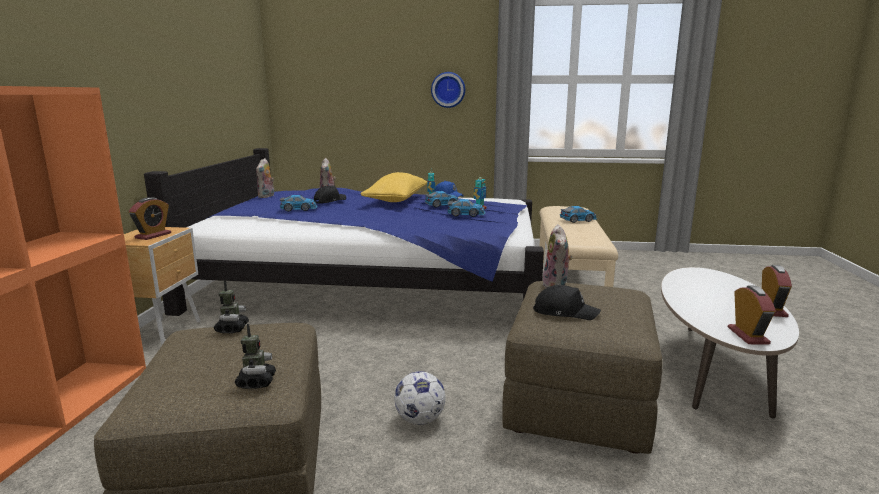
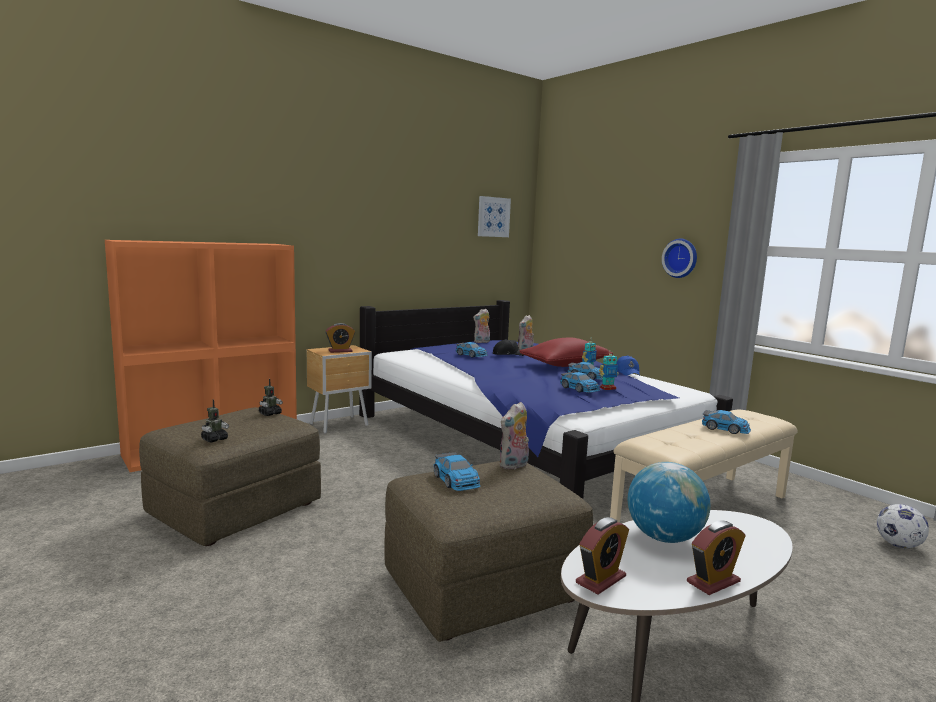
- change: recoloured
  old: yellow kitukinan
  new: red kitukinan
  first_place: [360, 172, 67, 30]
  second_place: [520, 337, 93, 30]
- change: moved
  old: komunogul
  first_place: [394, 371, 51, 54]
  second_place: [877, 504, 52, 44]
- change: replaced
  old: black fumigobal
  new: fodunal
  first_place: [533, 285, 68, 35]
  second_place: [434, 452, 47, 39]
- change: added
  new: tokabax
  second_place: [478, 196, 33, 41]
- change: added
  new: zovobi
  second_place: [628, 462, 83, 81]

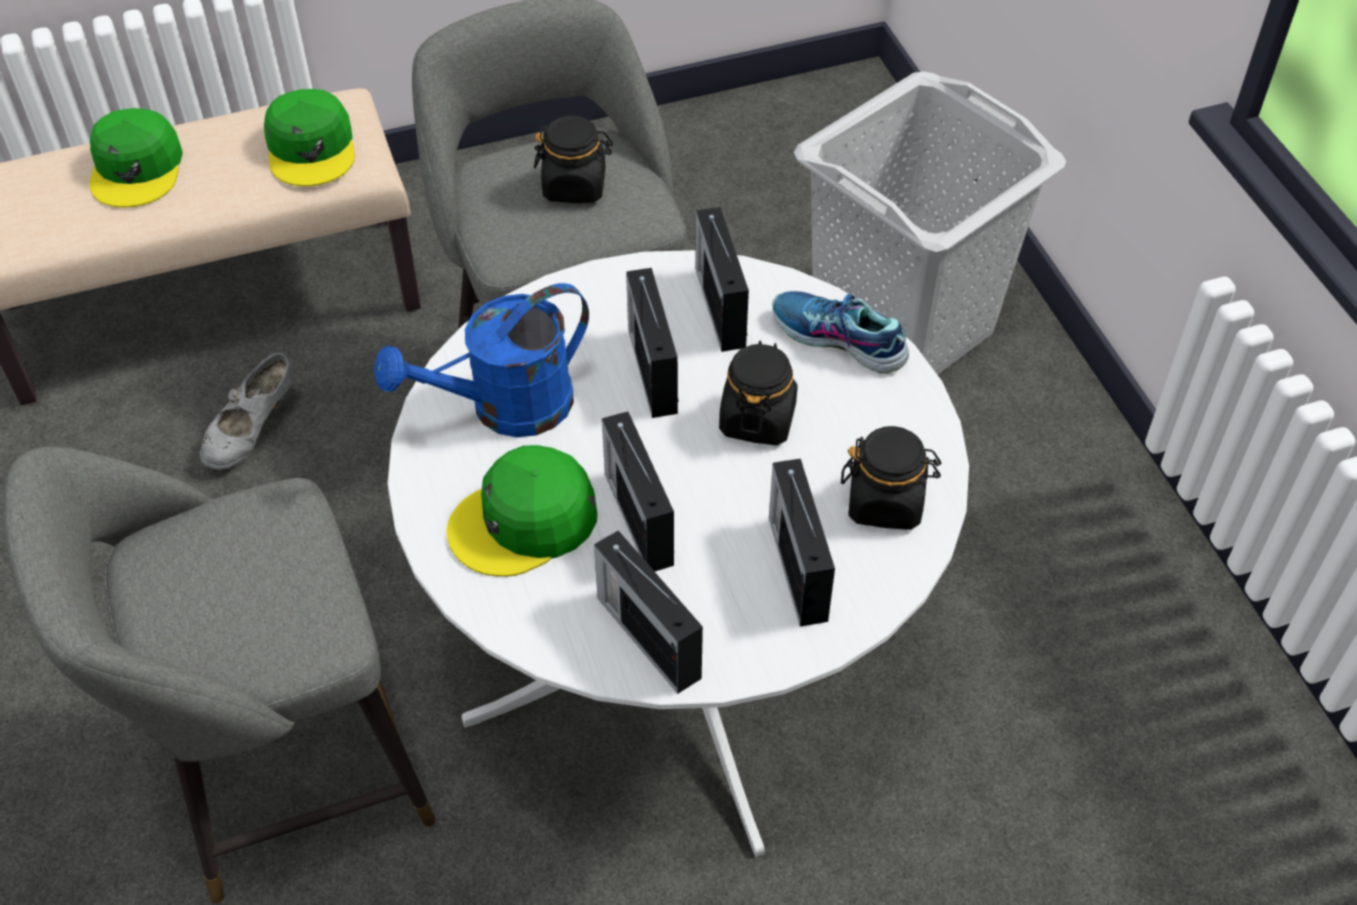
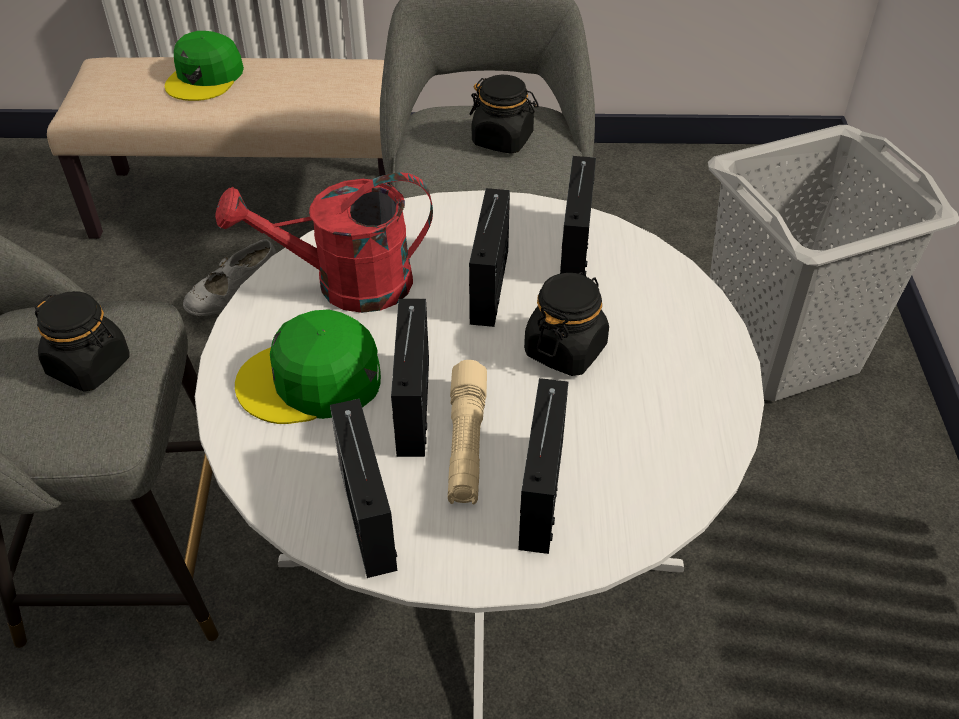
- change: removed
  old: green fumigobal
  first_place: [264, 89, 91, 97]
- change: recoloured
  old: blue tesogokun
  new: red tesogokun
  first_place: [374, 283, 215, 154]
  second_place: [215, 172, 218, 141]
- change: removed
  old: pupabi
  first_place: [772, 291, 137, 83]
- change: moved
  old: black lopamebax
  first_place: [841, 426, 100, 104]
  second_place: [35, 291, 94, 101]
- change: added
  new: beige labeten
  second_place: [448, 360, 39, 144]

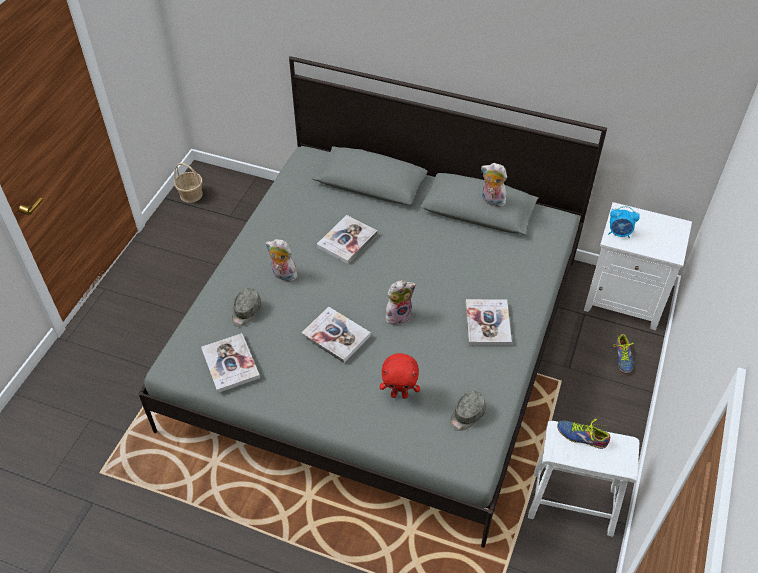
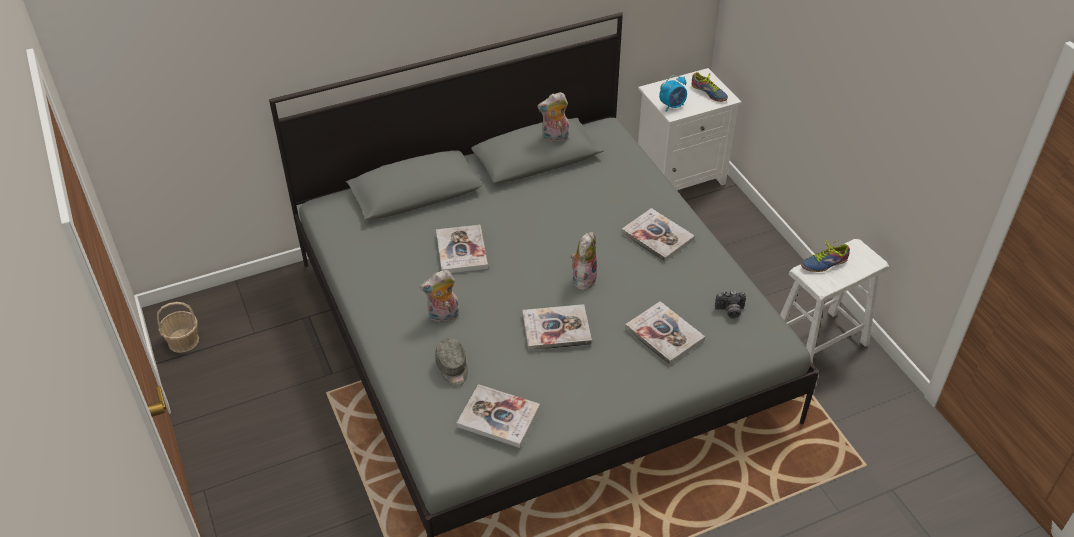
- change: replaced
  old: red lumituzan
  new: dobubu
  first_place: [379, 353, 41, 46]
  second_place: [625, 301, 80, 64]
- change: replaced
  old: grey fumigobal
  new: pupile
  first_place: [450, 391, 36, 40]
  second_place: [715, 291, 31, 28]
- change: moved
  old: pupabi
  first_place: [613, 334, 21, 39]
  second_place: [692, 72, 36, 30]

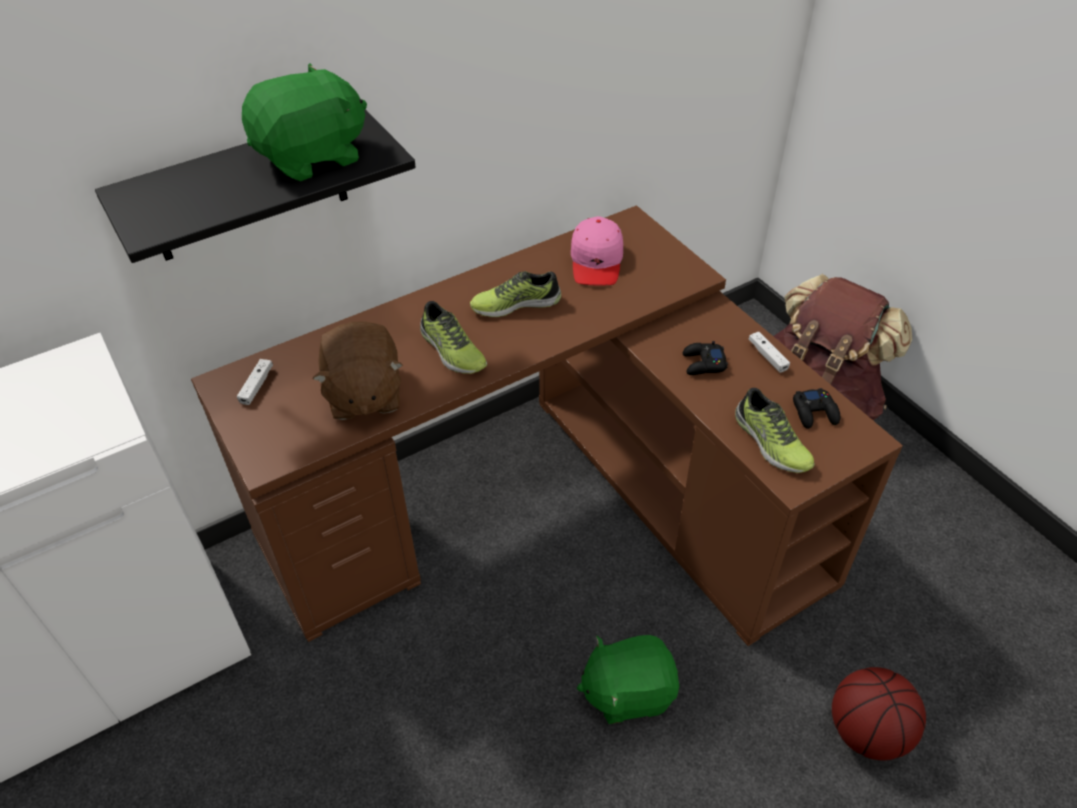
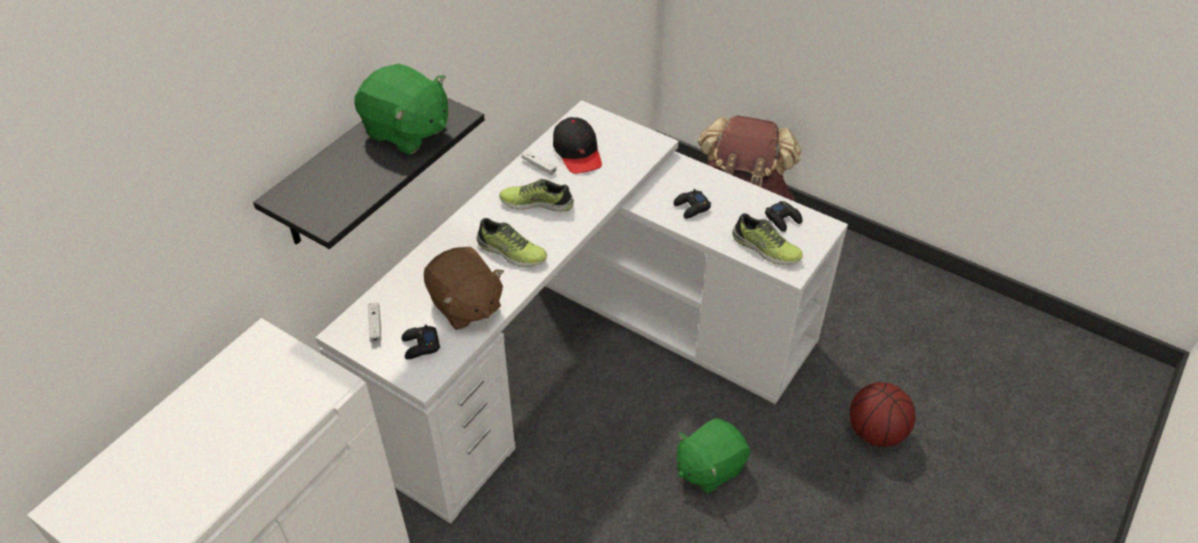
- change: recoloured
  old: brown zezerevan
  new: white zezerevan
  first_place: [191, 205, 712, 441]
  second_place: [315, 100, 533, 425]
- change: turned
  old: green lumituzan
  first_place: [242, 63, 125, 118]
  second_place: [354, 64, 94, 91]
  degrees: 90
- change: turned
  old: pupabi
  first_place: [470, 271, 91, 46]
  second_place: [499, 179, 75, 33]
  degrees: 45
- change: recoloured
  old: pink fumigobal
  new: black fumigobal
  first_place: [571, 216, 52, 70]
  second_place: [553, 117, 49, 57]
- change: moved
  old: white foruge
  first_place: [748, 332, 42, 41]
  second_place: [521, 150, 36, 25]
- change: added
  new: black foruge
  second_place: [401, 325, 39, 34]

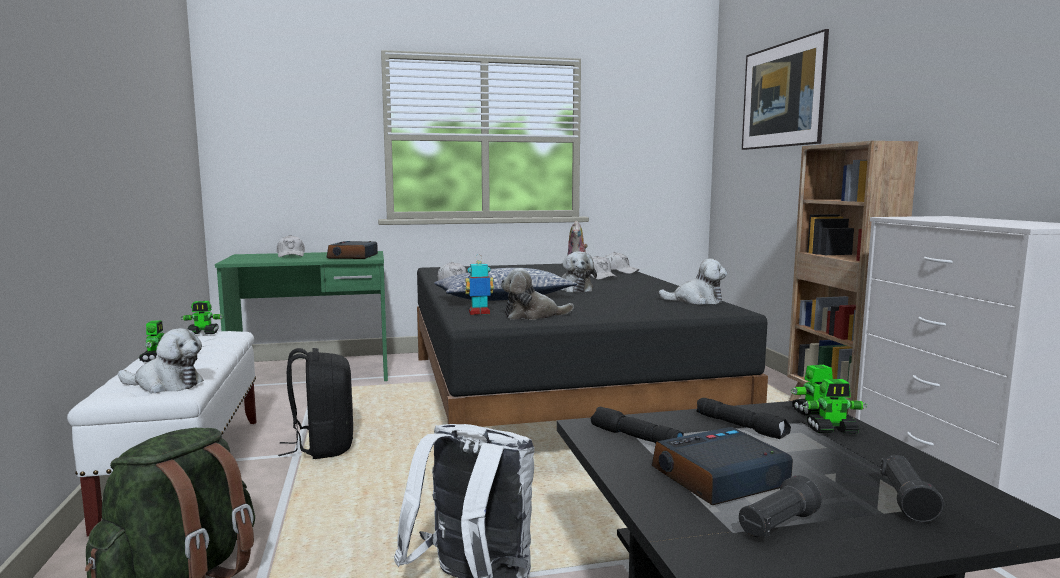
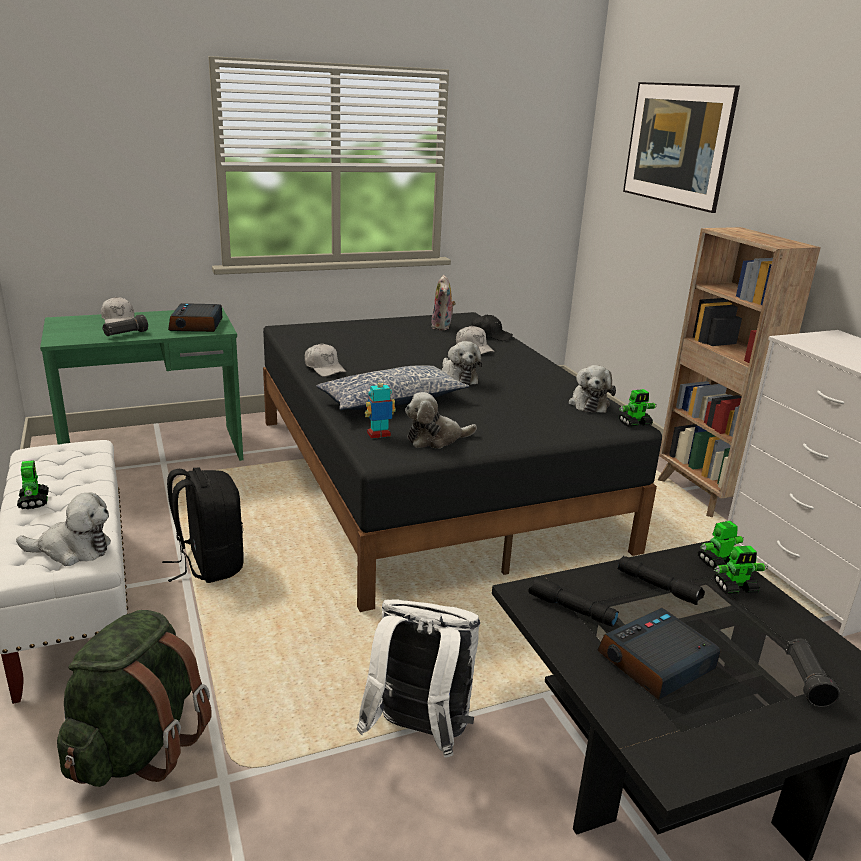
- change: moved
  old: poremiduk
  first_place: [181, 301, 43, 33]
  second_place: [619, 389, 38, 38]
- change: recoloured
  old: white fumigobal
  new: black fumigobal
  first_place: [604, 252, 35, 22]
  second_place: [471, 315, 42, 26]
- change: turned
  old: lumituzan
  first_place: [659, 259, 68, 46]
  second_place: [568, 365, 48, 48]
  degrees: 90
- change: moved
  old: black labeten
  first_place: [739, 475, 82, 62]
  second_place: [102, 314, 46, 22]

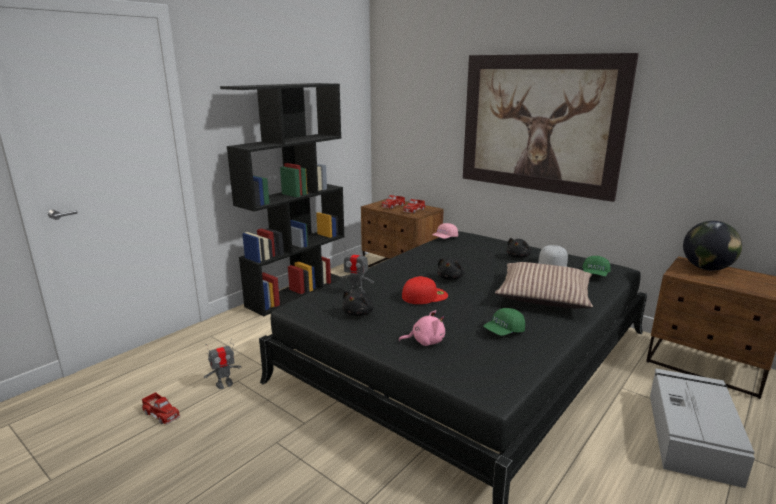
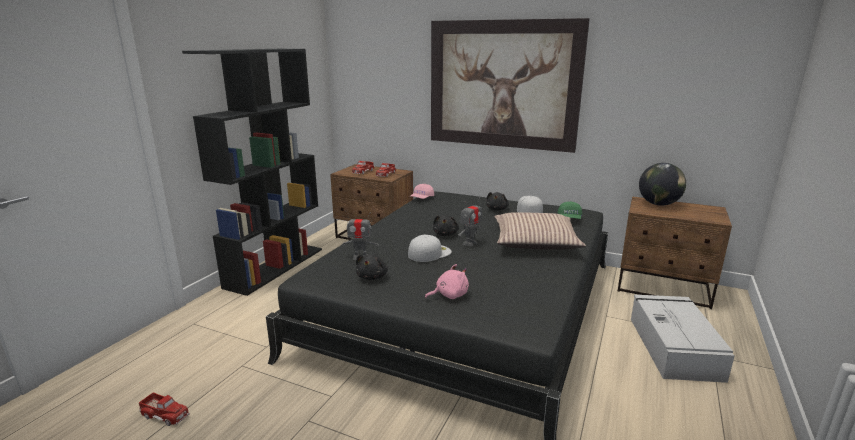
- change: moved
  old: poremiduk
  first_place: [204, 339, 38, 50]
  second_place: [458, 197, 24, 49]
- change: recoloured
  old: red fumigobal
  new: white fumigobal
  first_place: [402, 276, 46, 28]
  second_place: [408, 235, 44, 27]
- change: removed
  old: green fumigobal
  first_place: [483, 308, 42, 28]

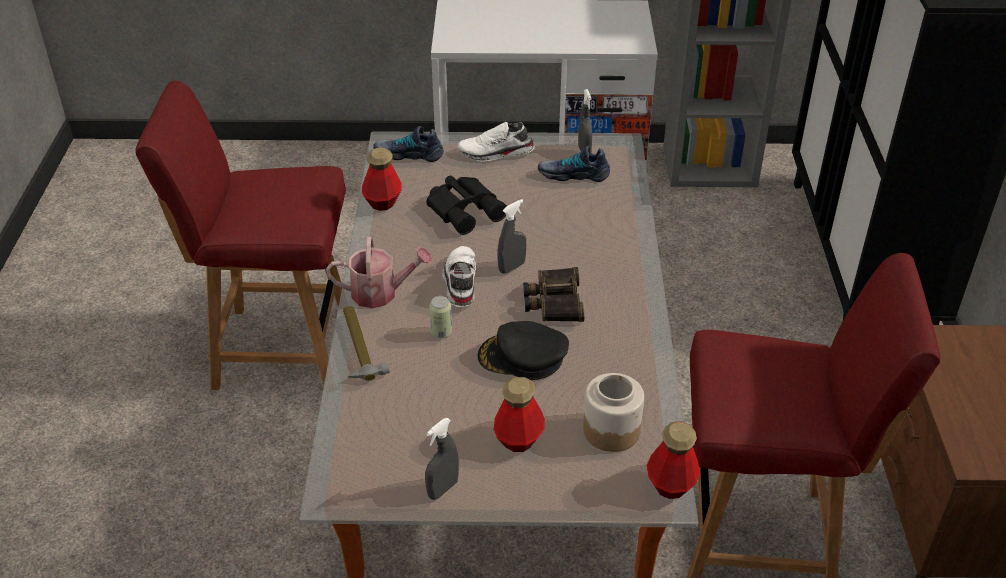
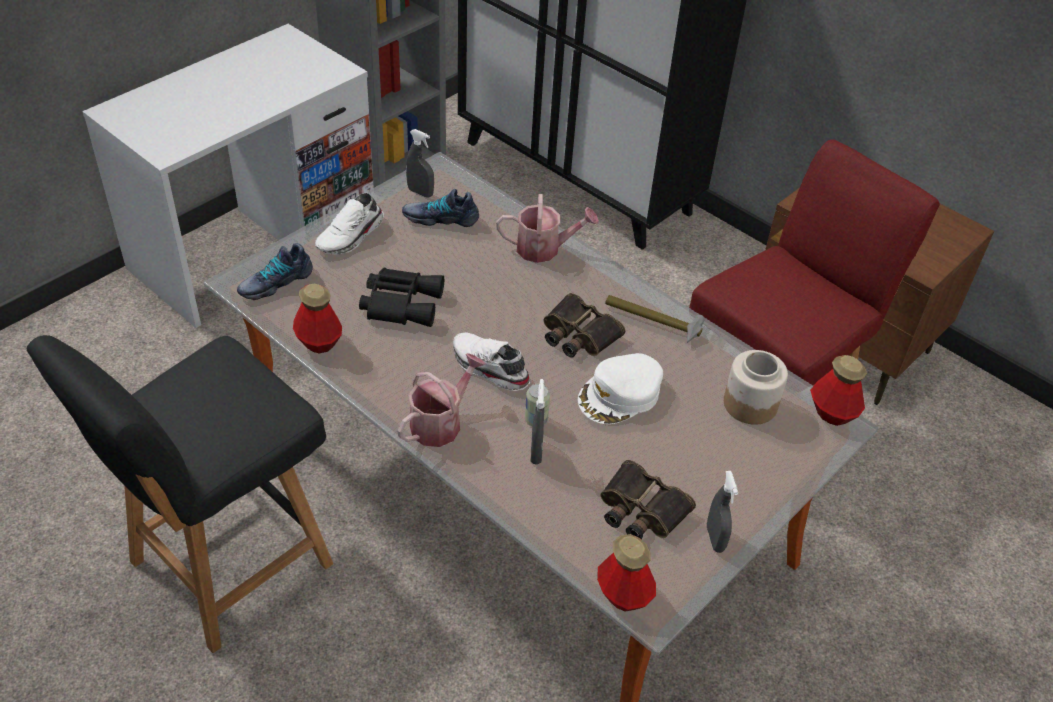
- change: recoloured
  old: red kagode
  new: black kagode
  first_place: [135, 81, 211, 309]
  second_place: [26, 335, 307, 318]
- change: moved
  old: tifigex
  first_place: [343, 306, 47, 75]
  second_place: [605, 295, 100, 48]
- change: recoloured
  old: black fumigobal
  new: white fumigobal
  first_place: [478, 321, 91, 59]
  second_place: [578, 353, 85, 71]
- change: moved
  old: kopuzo
  first_place: [494, 377, 51, 75]
  second_place: [597, 534, 59, 77]
- change: moved
  old: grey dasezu
  first_place: [497, 199, 29, 75]
  second_place: [530, 379, 15, 86]
- change: turned
  old: pupabi
  first_place: [538, 146, 72, 36]
  second_place: [402, 189, 77, 38]
  degrees: 45
- change: added
  new: tesogokun
  second_place: [496, 194, 103, 69]
- change: added
  new: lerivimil
  second_place: [600, 460, 96, 79]

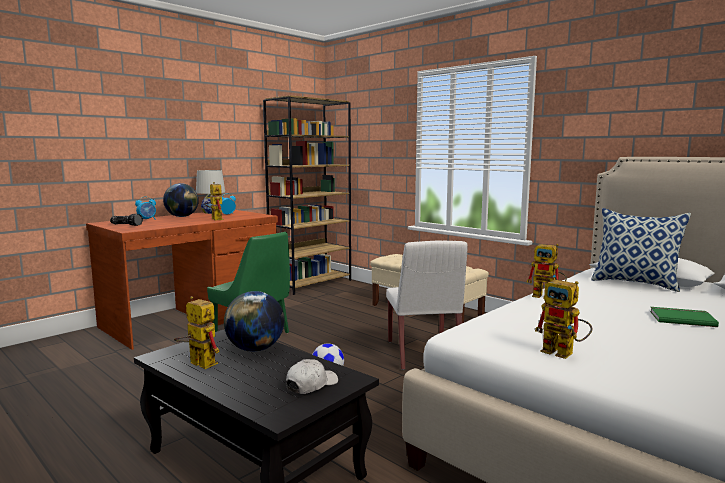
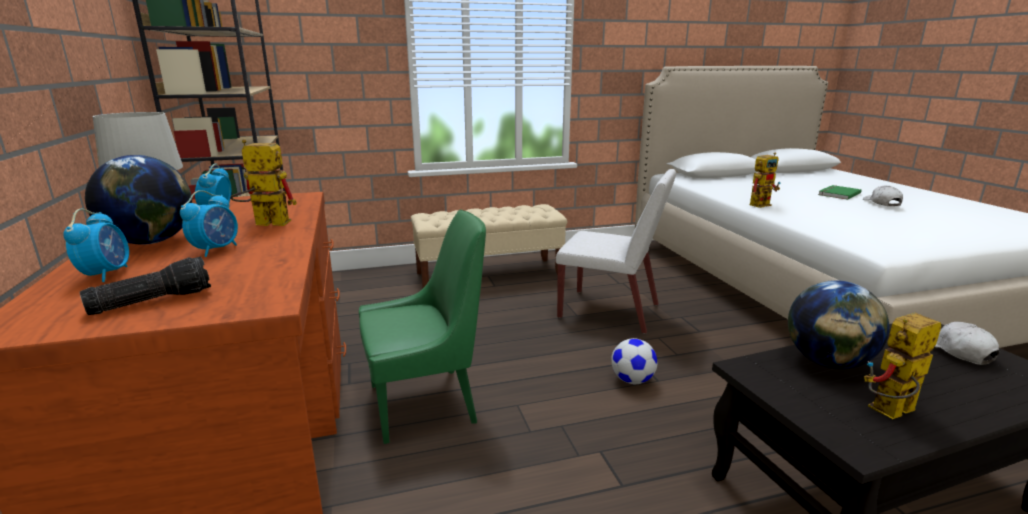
- change: removed
  old: poremiduk
  first_place: [535, 280, 57, 79]
- change: removed
  old: kitukinan
  first_place: [591, 208, 100, 84]
- change: added
  new: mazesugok
  second_place: [180, 190, 58, 67]
- change: added
  new: white fumigobal
  second_place: [863, 185, 40, 21]

